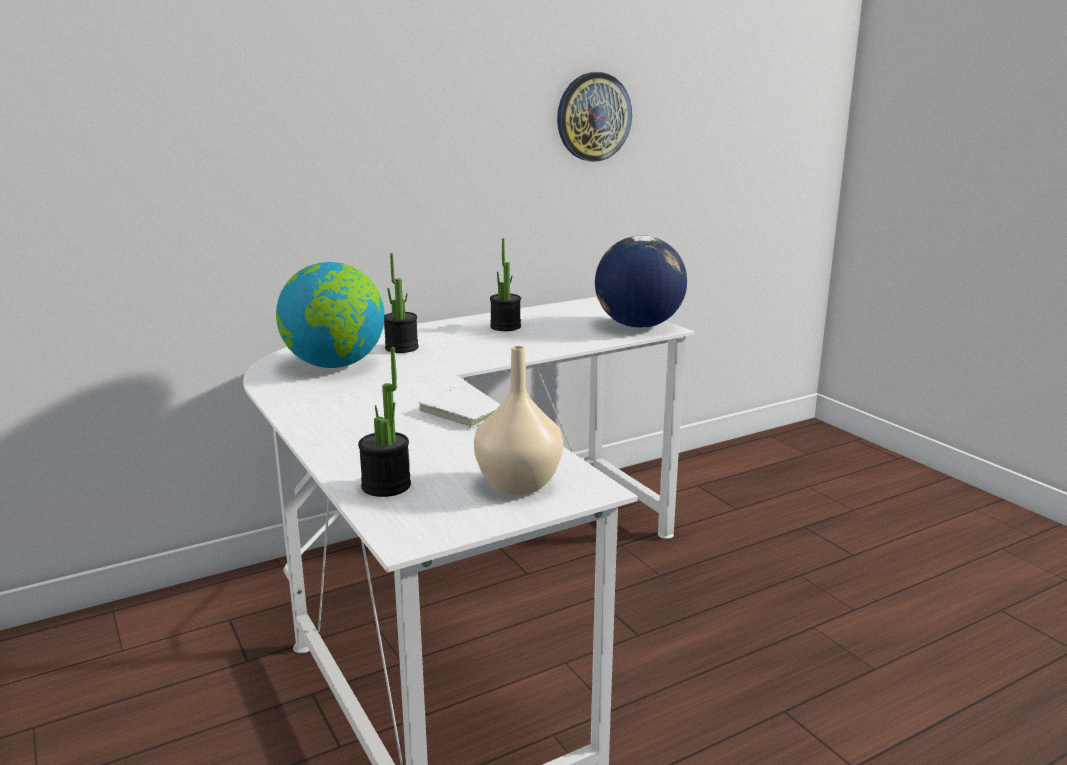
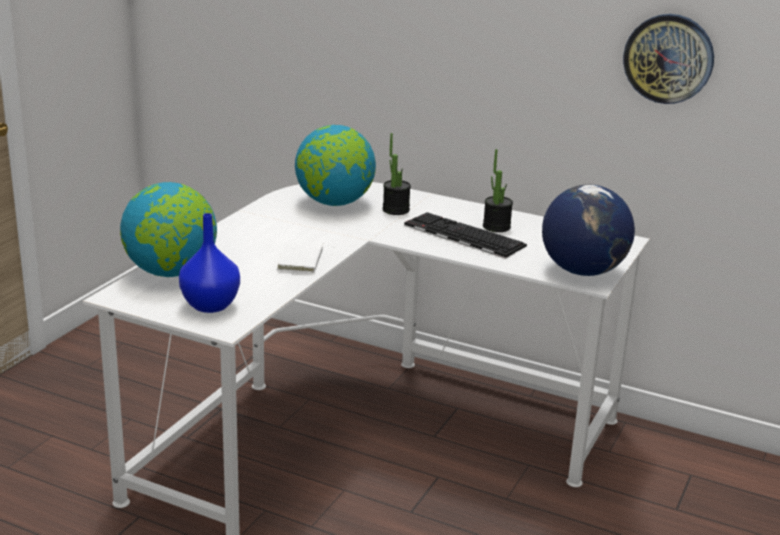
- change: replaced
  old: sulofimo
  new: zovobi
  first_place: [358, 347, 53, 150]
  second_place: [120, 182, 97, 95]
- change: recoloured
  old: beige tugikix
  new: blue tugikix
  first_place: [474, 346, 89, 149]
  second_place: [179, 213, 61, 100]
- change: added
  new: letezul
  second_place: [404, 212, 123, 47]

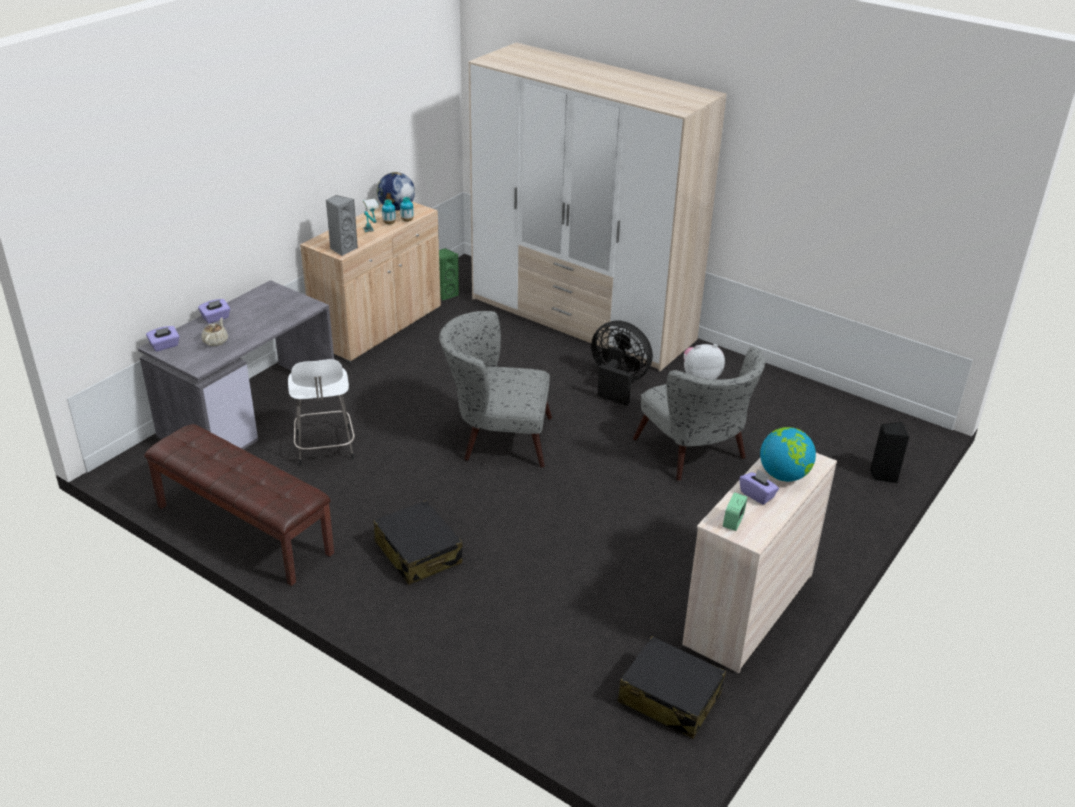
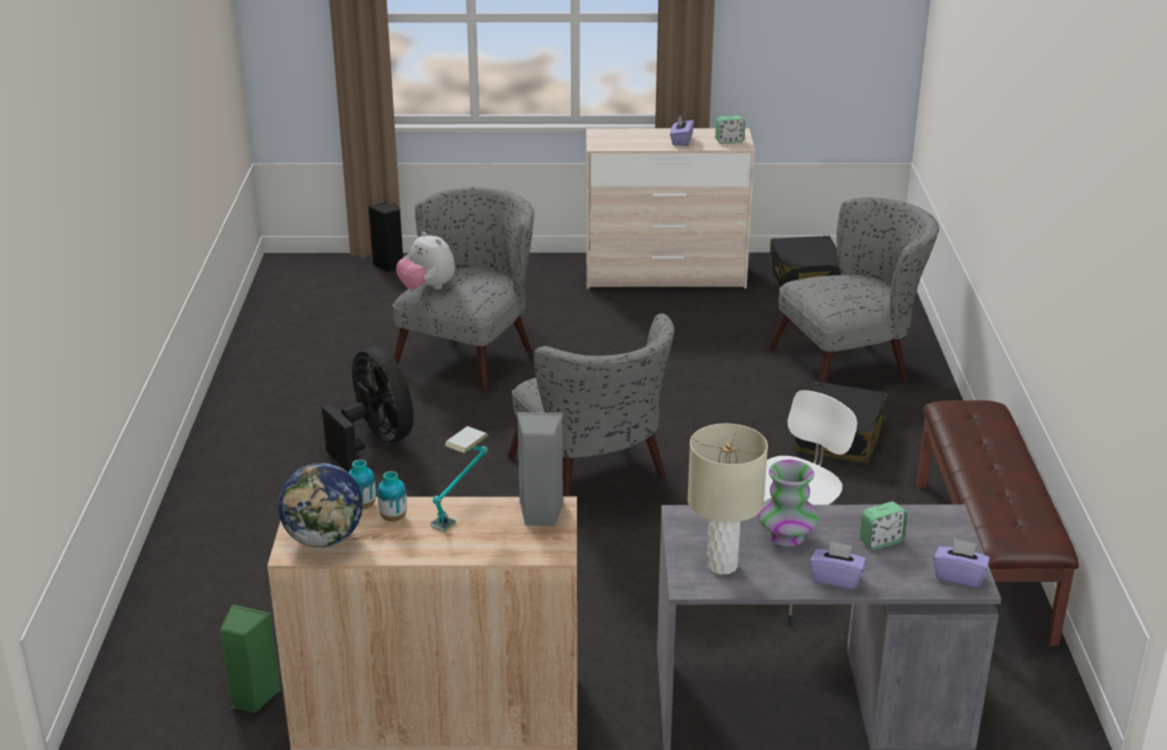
- change: replaced
  old: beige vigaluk
  new: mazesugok
  first_place: [201, 317, 27, 29]
  second_place: [860, 501, 47, 49]
- change: removed
  old: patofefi
  first_place: [468, 42, 259, 329]
- change: turned
  old: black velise
  first_place: [591, 320, 62, 86]
  second_place: [322, 347, 91, 125]
  degrees: 150
- change: removed
  old: zovobi
  first_place: [760, 427, 56, 55]
- change: added
  new: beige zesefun
  second_place: [688, 423, 80, 152]
- change: added
  new: tugikix
  second_place: [758, 460, 61, 86]
- change: added
  new: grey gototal
  second_place: [769, 197, 170, 186]

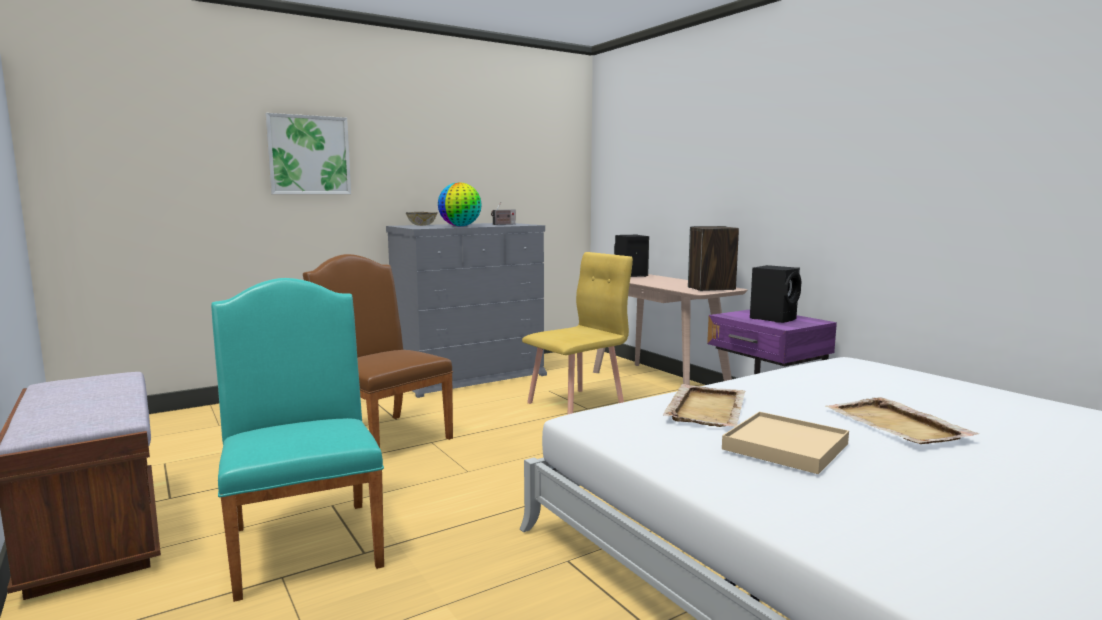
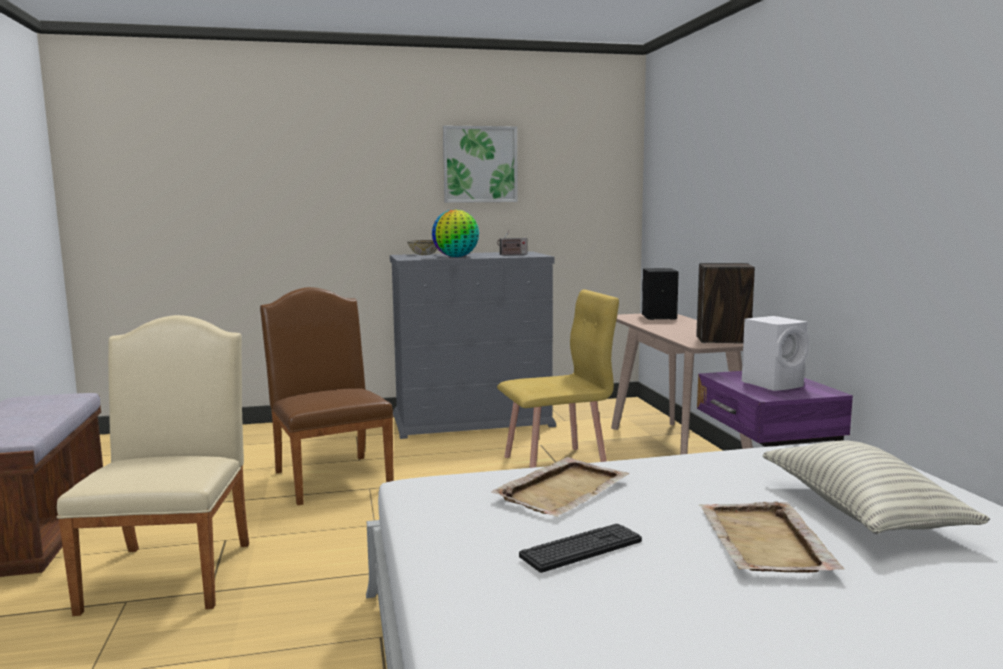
- change: recoloured
  old: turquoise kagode
  new: beige kagode
  first_place: [211, 278, 173, 324]
  second_place: [57, 315, 192, 301]
- change: moved
  old: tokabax
  first_place: [265, 113, 86, 81]
  second_place: [443, 126, 75, 77]
- change: replaced
  old: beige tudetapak
  new: letezul
  first_place: [722, 412, 127, 62]
  second_place: [519, 524, 123, 49]
- change: recoloured
  old: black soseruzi
  new: white soseruzi
  first_place: [750, 265, 51, 58]
  second_place: [742, 316, 67, 75]
- change: added
  new: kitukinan
  second_place: [763, 440, 227, 94]

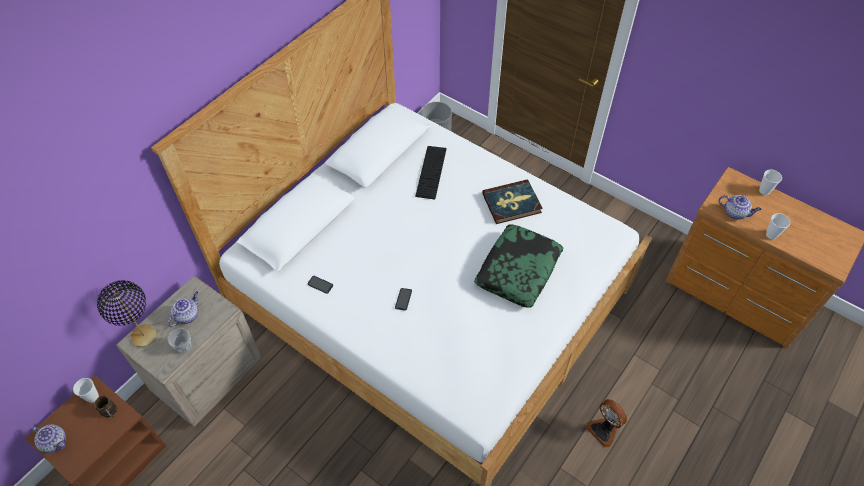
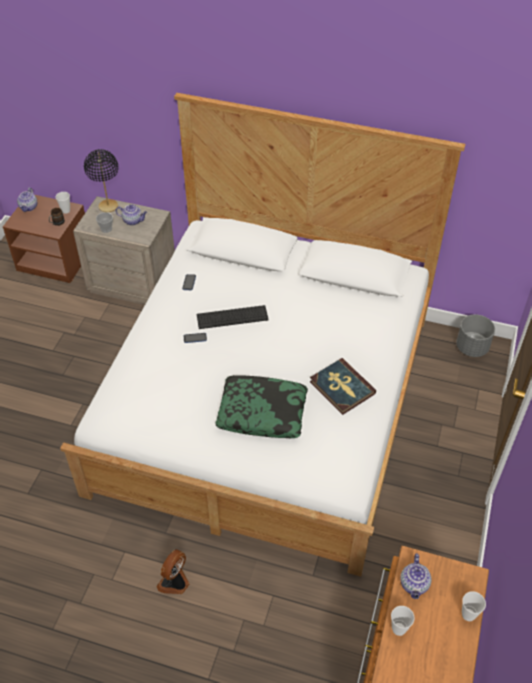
- change: moved
  old: letezul
  first_place: [415, 146, 32, 54]
  second_place: [196, 305, 73, 24]

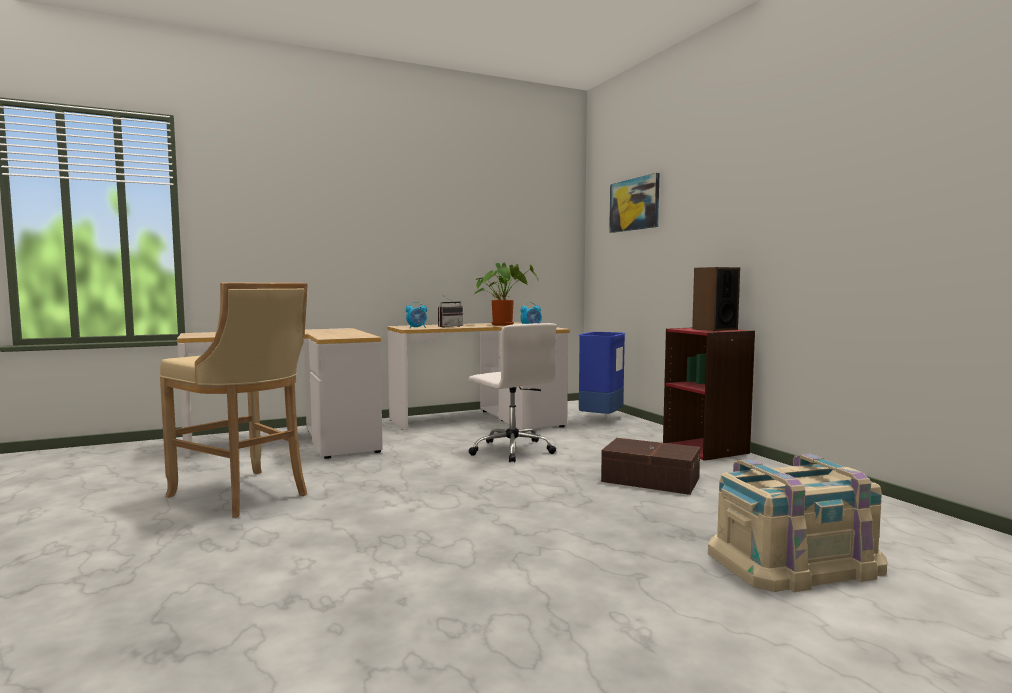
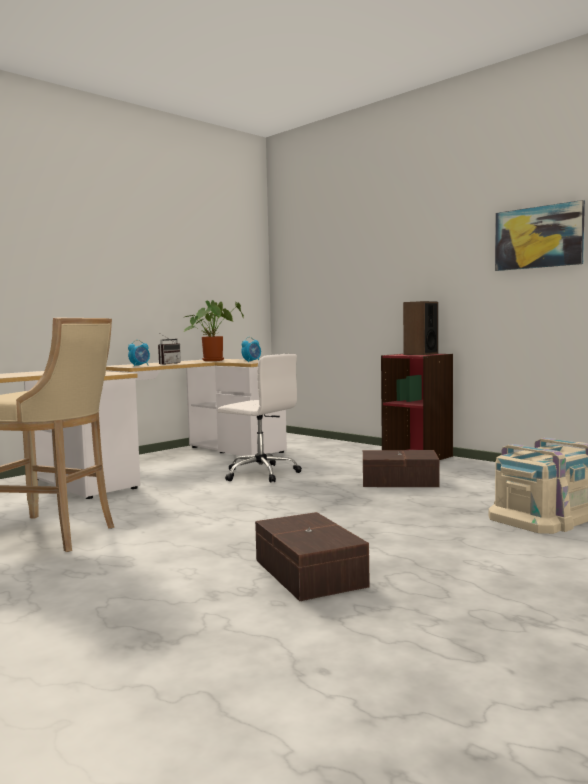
- change: removed
  old: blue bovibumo
  first_place: [579, 332, 47, 82]
- change: moved
  old: tokabax
  first_place: [609, 173, 50, 60]
  second_place: [495, 200, 90, 71]
- change: added
  new: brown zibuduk
  second_place: [255, 512, 115, 89]

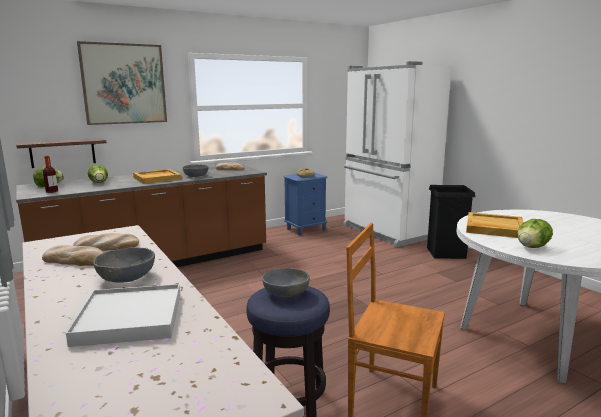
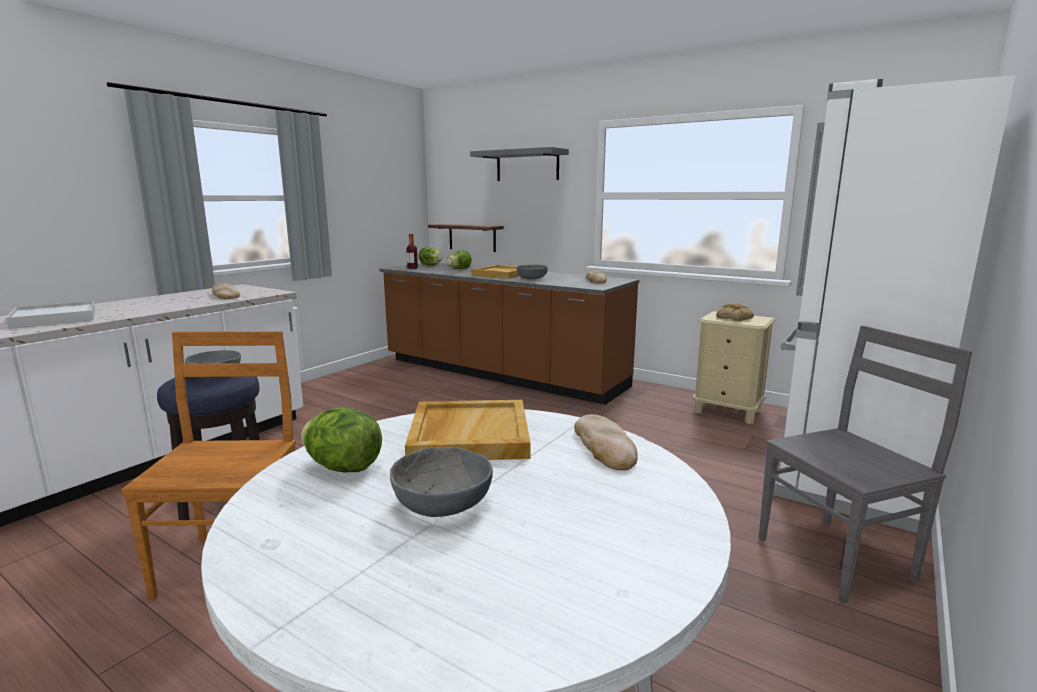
- change: moved
  old: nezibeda
  first_place: [42, 245, 61, 21]
  second_place: [574, 414, 64, 56]
- change: replaced
  old: tokabax
  new: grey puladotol
  first_place: [77, 41, 90, 84]
  second_place: [470, 147, 99, 34]
- change: moved
  old: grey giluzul
  first_place: [93, 247, 62, 35]
  second_place: [390, 447, 103, 70]
- change: recoloured
  old: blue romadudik
  new: beige romadudik
  first_place: [284, 173, 44, 62]
  second_place: [692, 311, 83, 113]
- change: replaced
  old: black bovibumo
  new: grey kagode
  first_place: [427, 185, 48, 74]
  second_place: [759, 326, 213, 278]

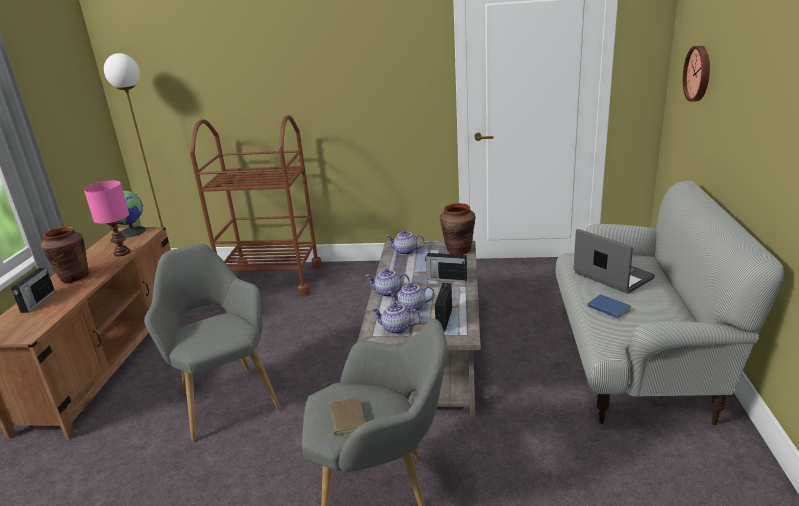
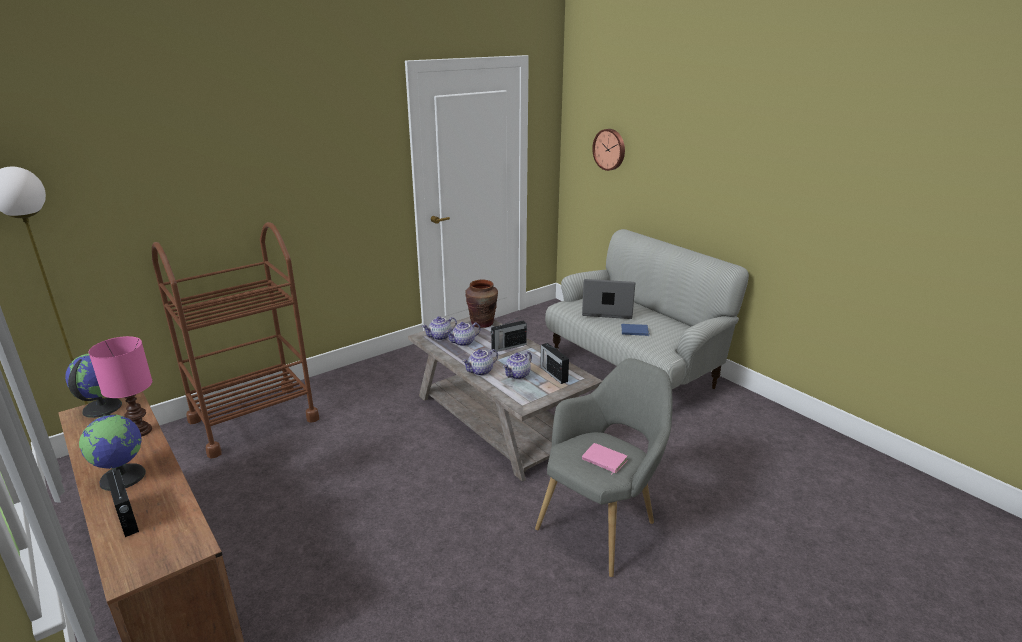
- change: replaced
  old: brown tugikix
  new: zovobi
  first_place: [41, 227, 48, 56]
  second_place: [79, 414, 67, 77]
- change: removed
  old: grey gototal
  first_place: [144, 244, 136, 197]
- change: recoloured
  old: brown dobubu
  new: pink dobubu
  first_place: [324, 397, 41, 39]
  second_place: [582, 443, 46, 32]
- change: moved
  old: vigaluk
  first_place: [371, 303, 49, 31]
  second_place: [445, 322, 36, 24]

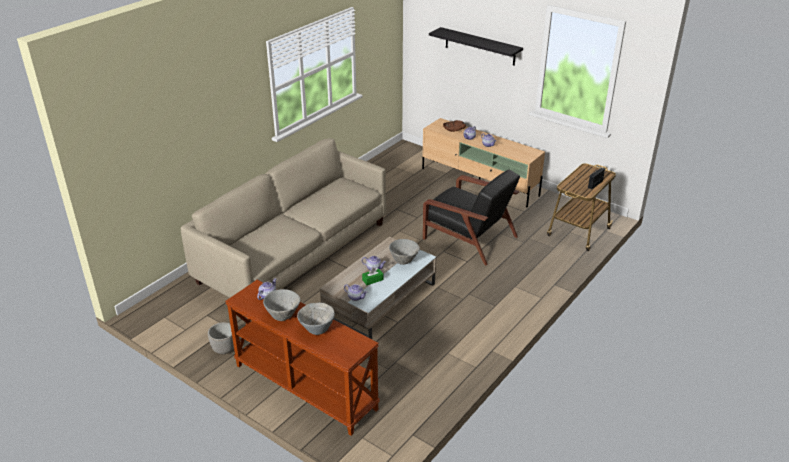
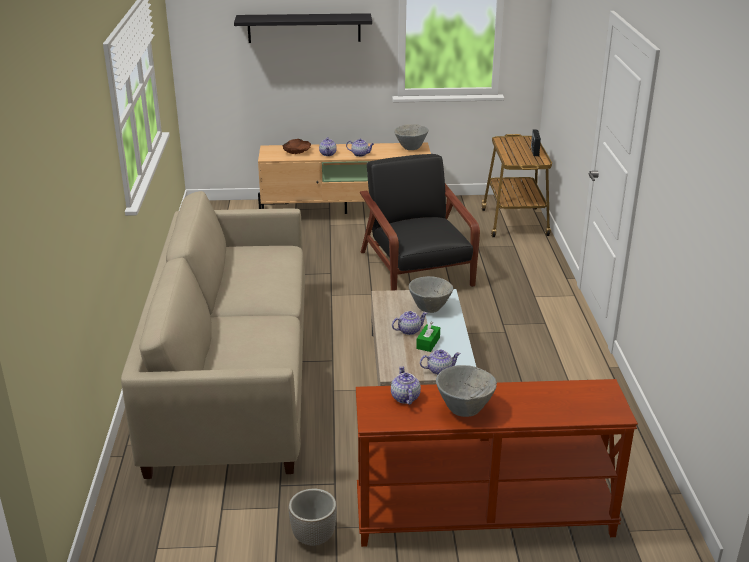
- change: moved
  old: grey giluzul
  first_place: [297, 302, 38, 33]
  second_place: [394, 124, 34, 26]
- change: turned
  old: black gototal
  first_place: [423, 169, 97, 96]
  second_place: [360, 154, 120, 136]
  degrees: -105

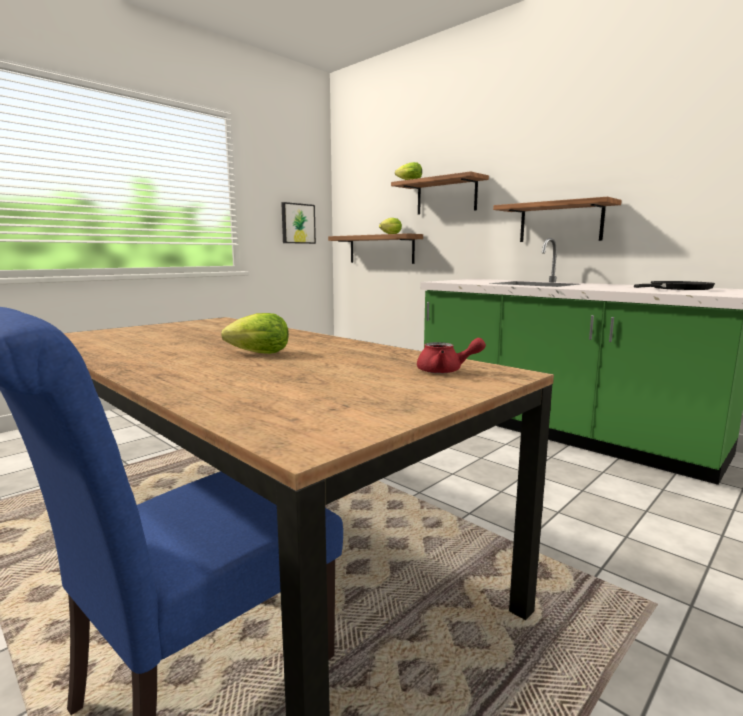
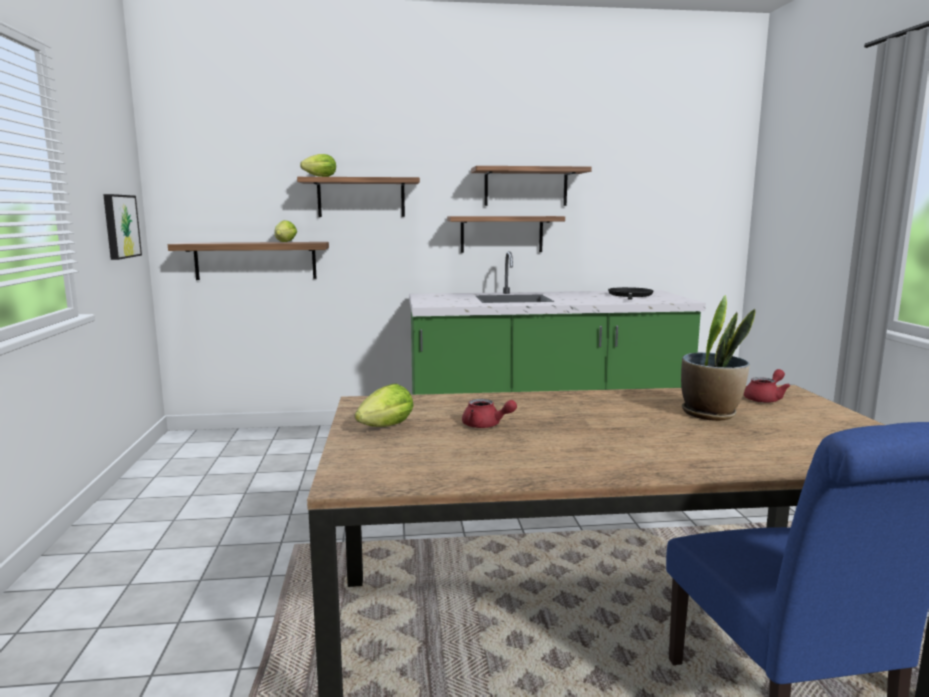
- change: moved
  old: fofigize
  first_place: [221, 313, 68, 41]
  second_place: [355, 384, 59, 43]
- change: added
  new: red vigaluk
  second_place: [462, 399, 55, 29]
- change: added
  new: puladotol
  second_place: [471, 166, 121, 40]
- change: added
  new: sulofimo
  second_place: [681, 295, 75, 126]

